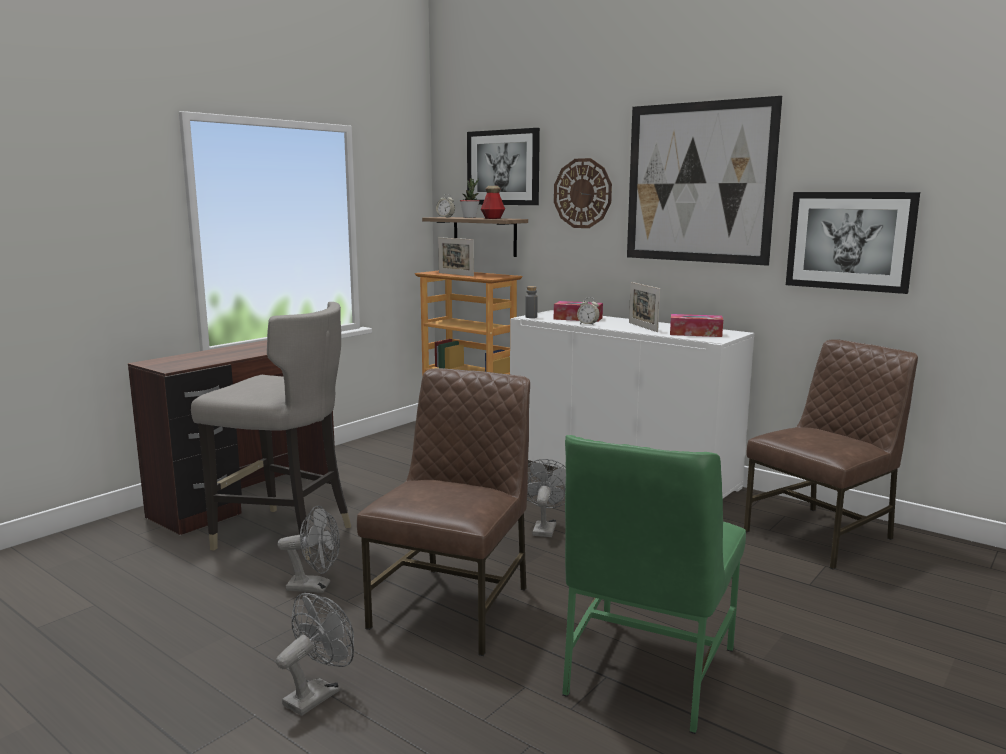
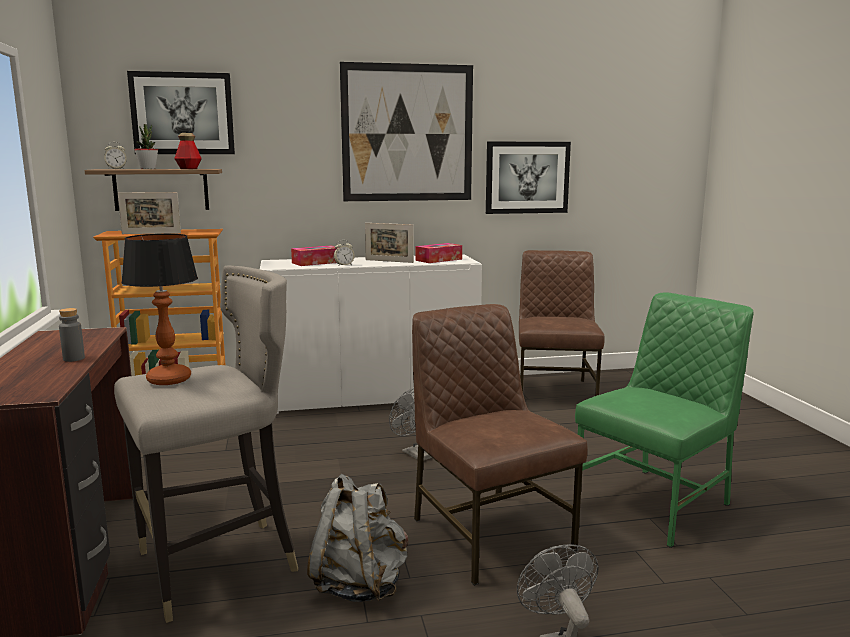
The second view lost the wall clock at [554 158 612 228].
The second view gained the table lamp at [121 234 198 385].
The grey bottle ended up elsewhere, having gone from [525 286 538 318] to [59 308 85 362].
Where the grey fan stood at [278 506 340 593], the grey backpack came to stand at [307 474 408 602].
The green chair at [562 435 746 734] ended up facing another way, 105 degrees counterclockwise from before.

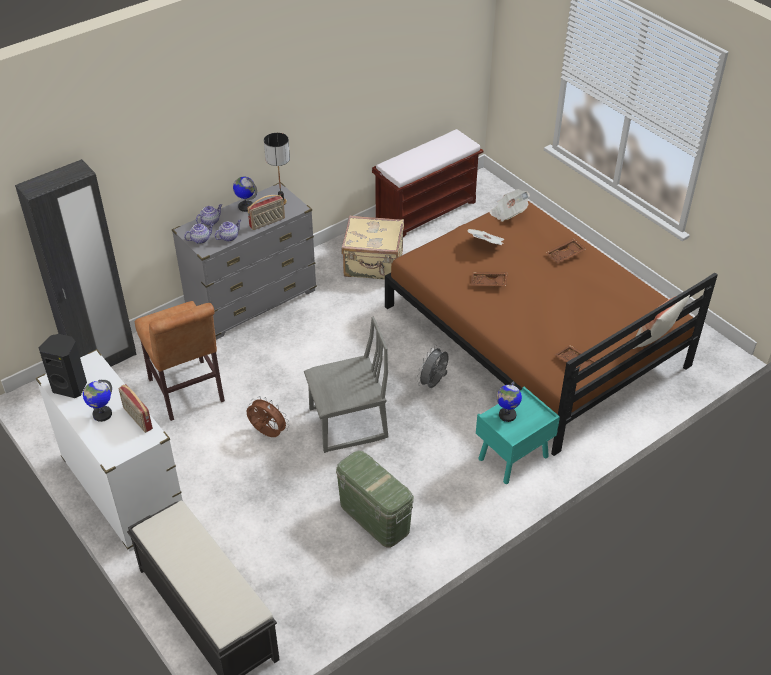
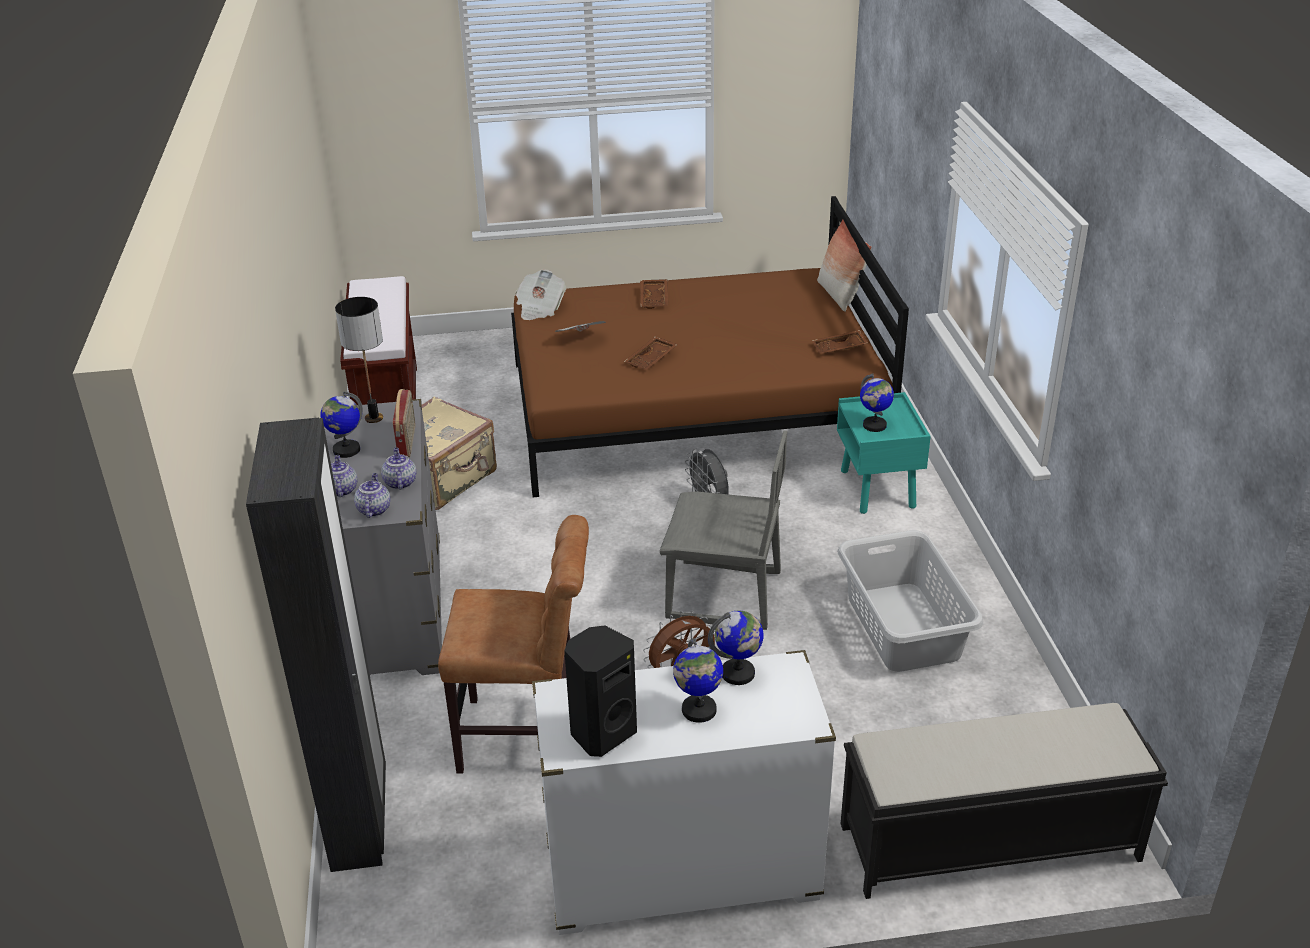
Where the radio stood at [118 384 153 433], the globe came to stand at [708 610 764 685].
Where the green storage box stood at [336 451 414 548], the grey laundry basket came to stand at [837 530 983 672].
The grey chair at [304 316 388 453] ended up facing another way, 90 degrees clockwise from before.

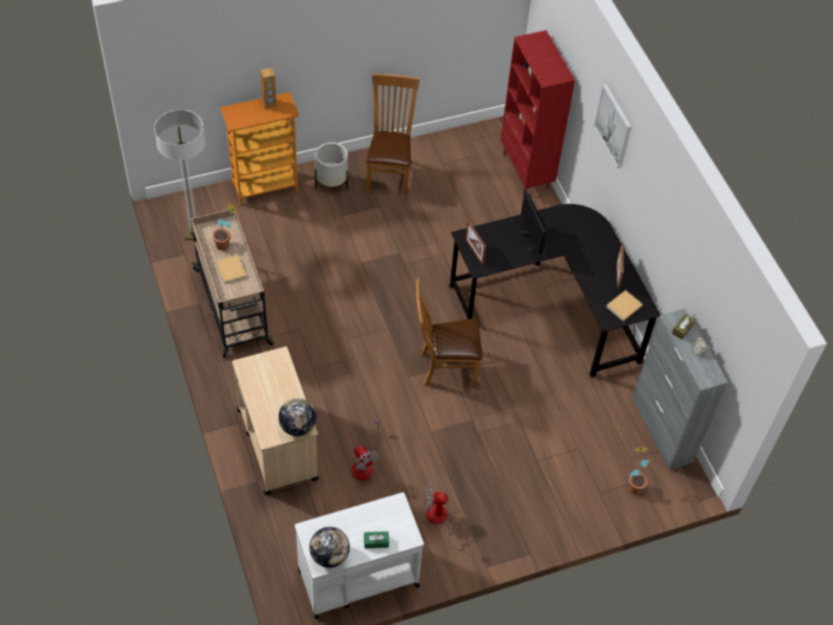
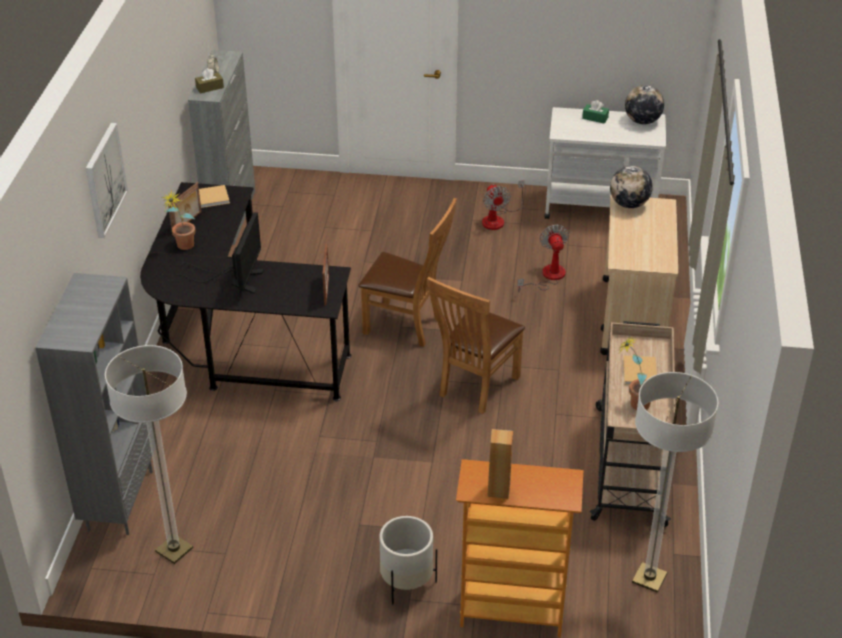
The second view gained the floor lamp at [105 345 193 564].
The brown chair ended up elsewhere, having gone from [366 74 420 195] to [427 277 525 414].
The potted plant ended up elsewhere, having gone from [629 446 650 494] to [162 189 195 250].
What was the red bookcase at [501 30 575 195] turned into the grey bookcase at [35 273 153 535].
The fan at [425 484 469 551] ended up facing another way, 45 degrees clockwise from before.

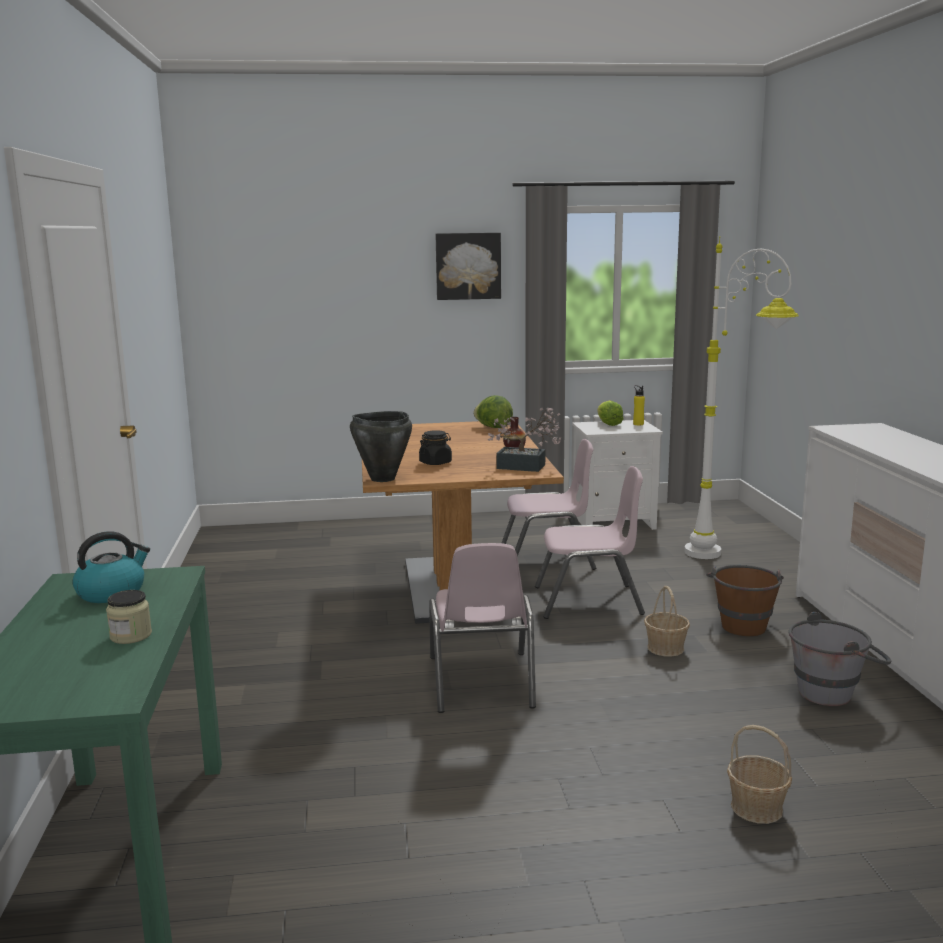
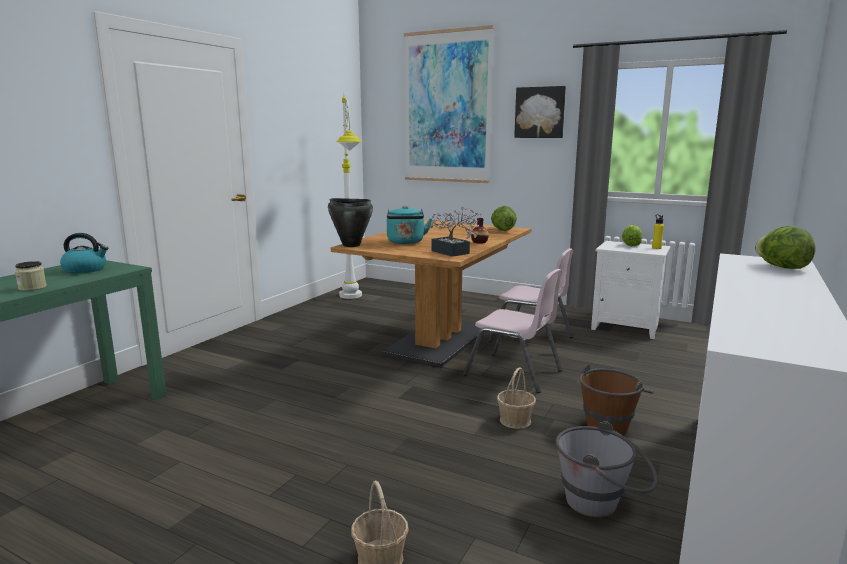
The second view lost the pink chair at [429 543 536 713].
The second view gained the picture at [404 25 494 183].
The second view gained the lettuce at [755 226 816 269].
The white floor lamp ended up elsewhere, having gone from [684 236 799 559] to [336 97 362 299].
Where the black jar stood at [419 430 452 465], the turquoise kettle came to stand at [387 206 432 244].

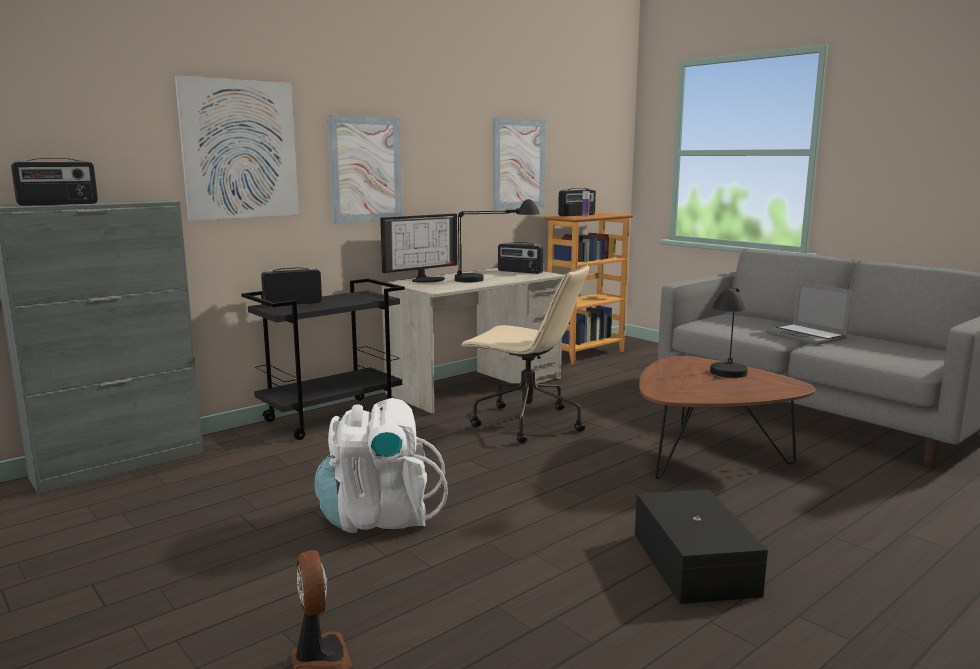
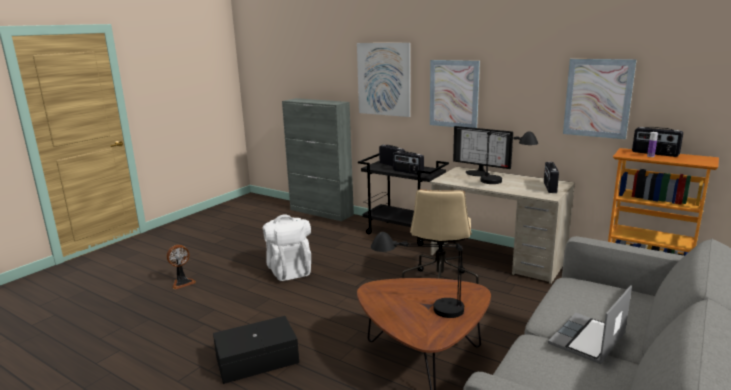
The radio ended up elsewhere, having gone from [11 158 98 206] to [393 151 424 175].

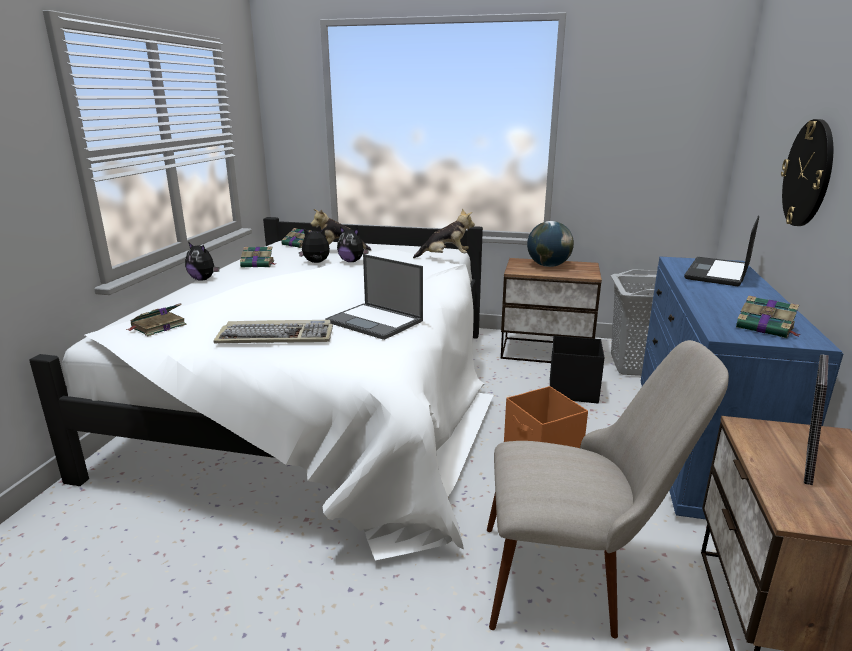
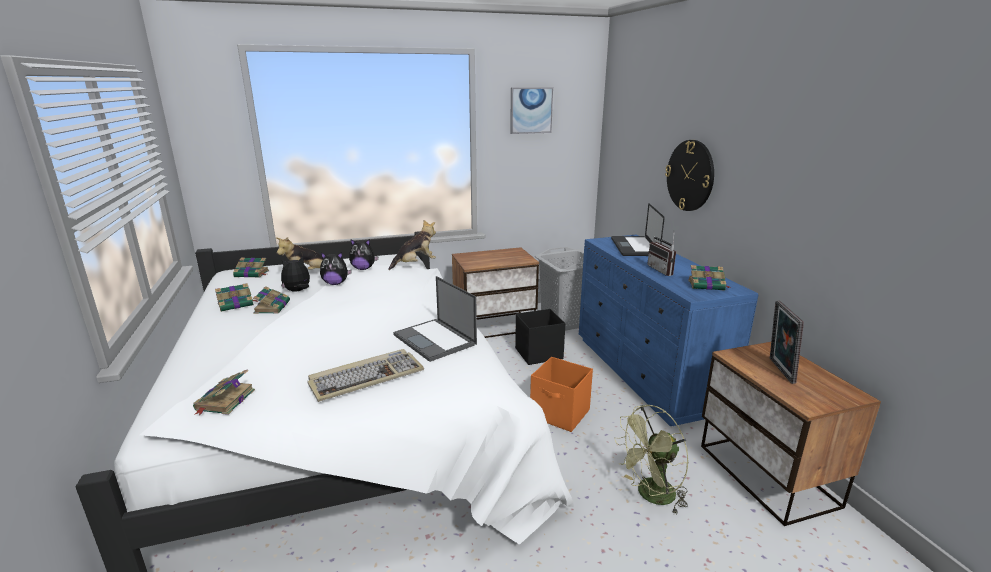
The second view lost the globe at [527 221 574 267].
The second view gained the book at [253 286 290 314].
The second view gained the picture at [510 87 553 134].
The second view gained the radio at [647 234 676 276].
The plush toy ended up elsewhere, having gone from [185 243 219 281] to [349 240 378 270].
Where the beige chair stood at [487 340 729 638], the green fan came to stand at [614 405 689 515].
The laptop at [325 254 423 340] ended up facing another way, 45 degrees clockwise from before.

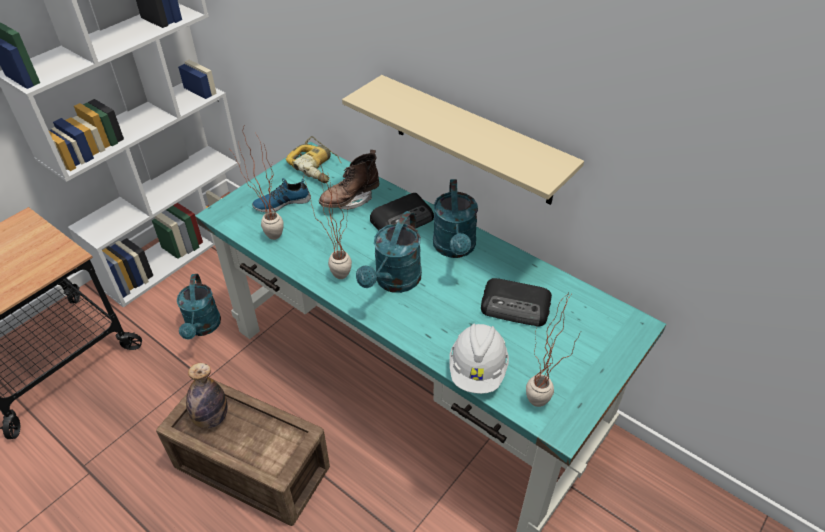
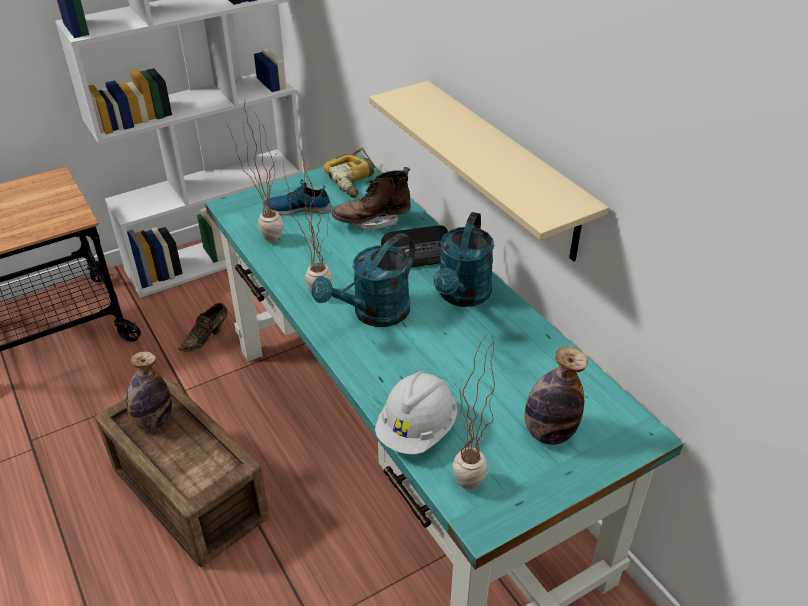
The second view lost the radio at [481 278 552 327].
The second view gained the bottle at [525 347 588 445].
Where the turquoise watering can stood at [177 274 221 340], the brown shoe came to stand at [178 303 228 352].

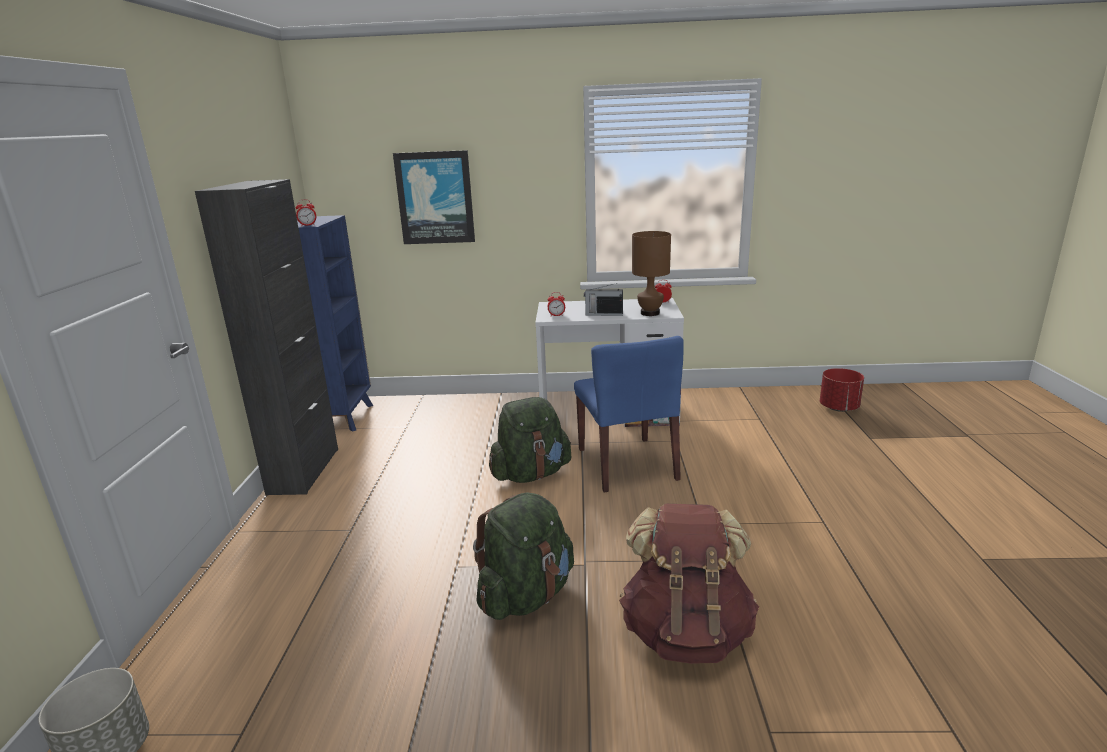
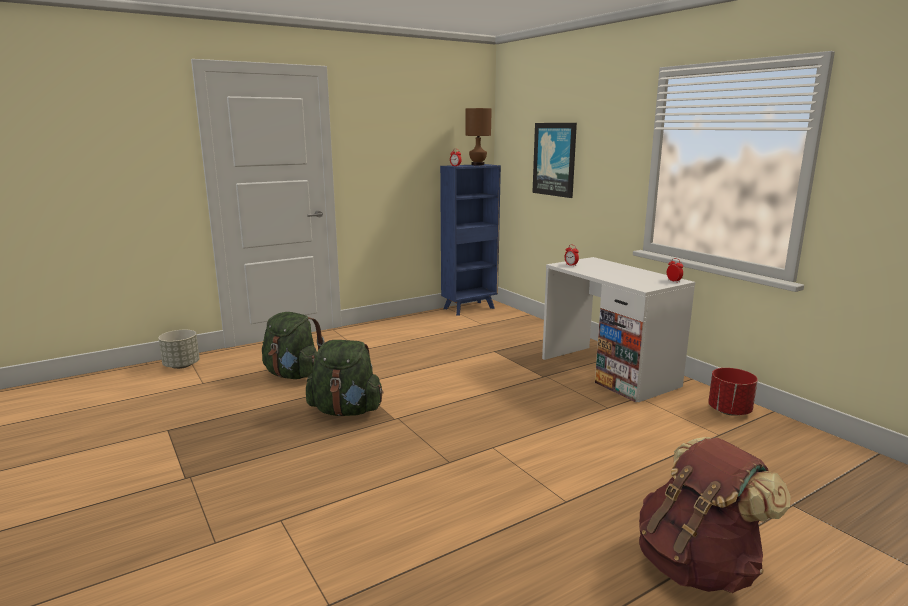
The second view lost the black cabinet at [195 179 338 495].
The second view lost the blue chair at [574 336 684 493].
The second view lost the radio at [584 283 623 316].
The green backpack ended up elsewhere, having gone from [489 397 571 483] to [262 312 324 379].
The brown backpack ended up elsewhere, having gone from [619 504 759 664] to [639 437 791 593].
The brown table lamp ended up elsewhere, having gone from [632 231 671 316] to [466 108 492 165].
The red planter ended up elsewhere, having gone from [820 368 864 412] to [708 368 758 416].

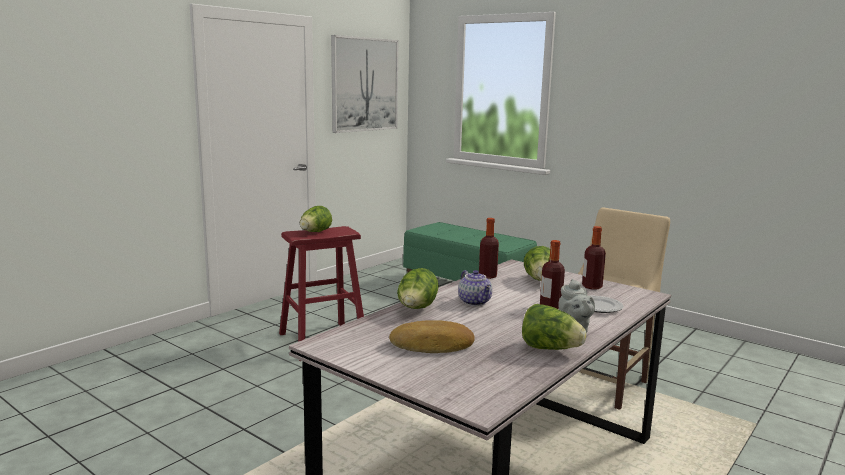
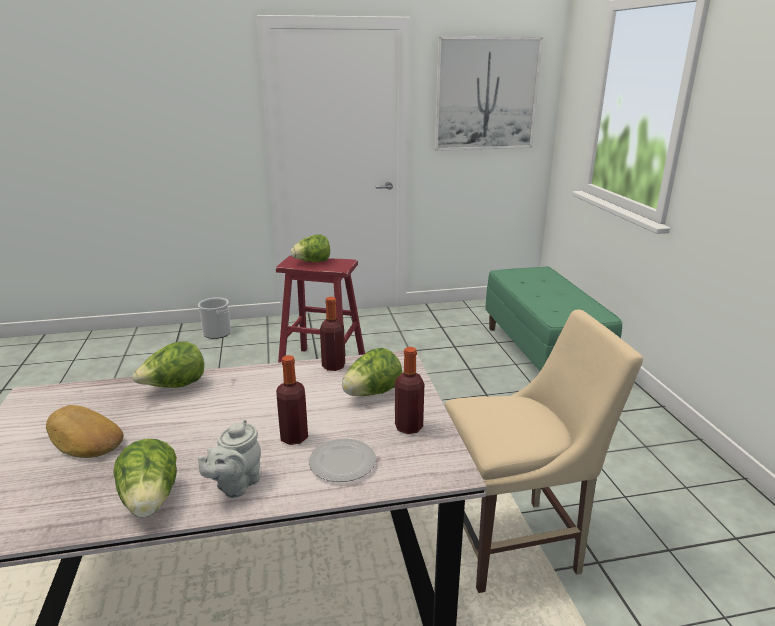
The second view lost the teapot at [458 270 492 306].
The second view gained the bucket at [198 297 231 339].

